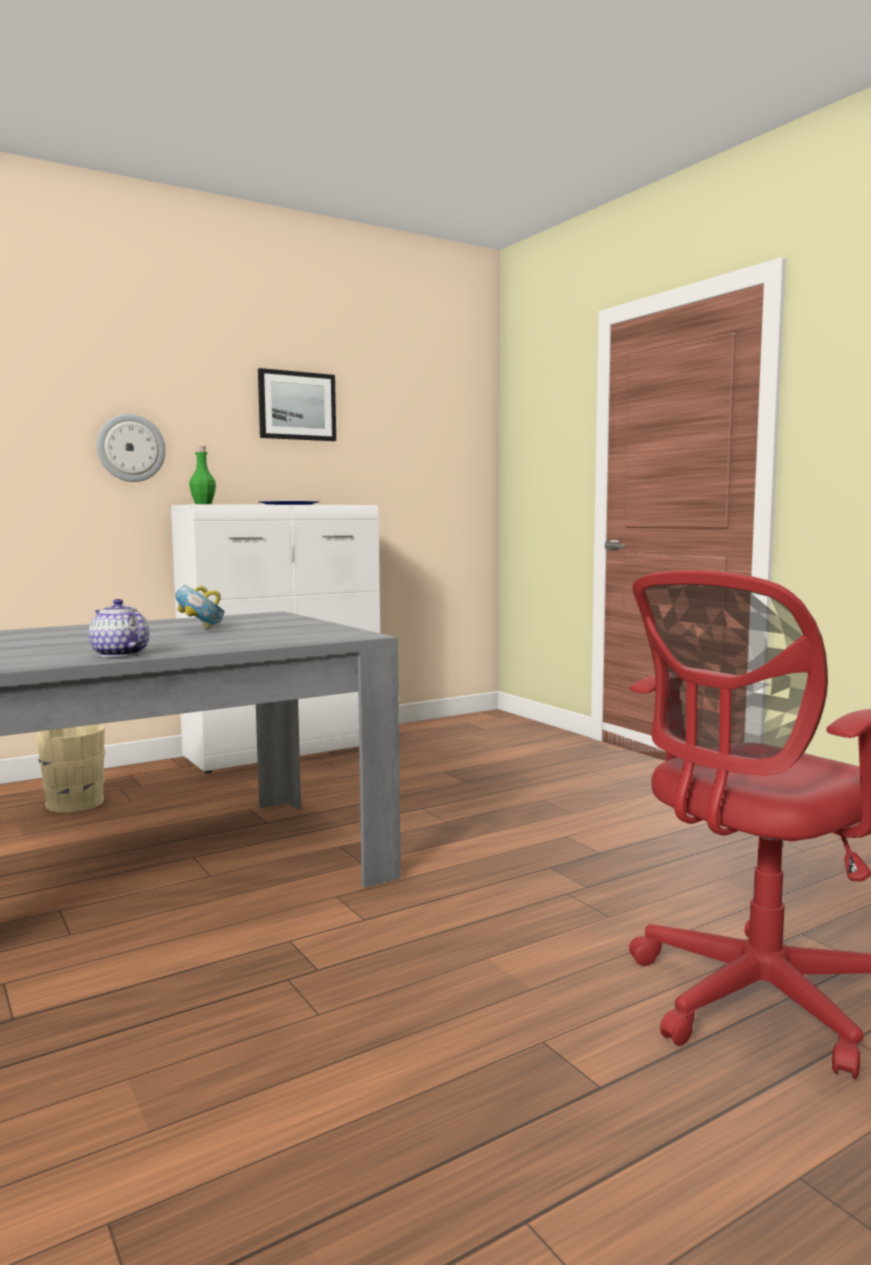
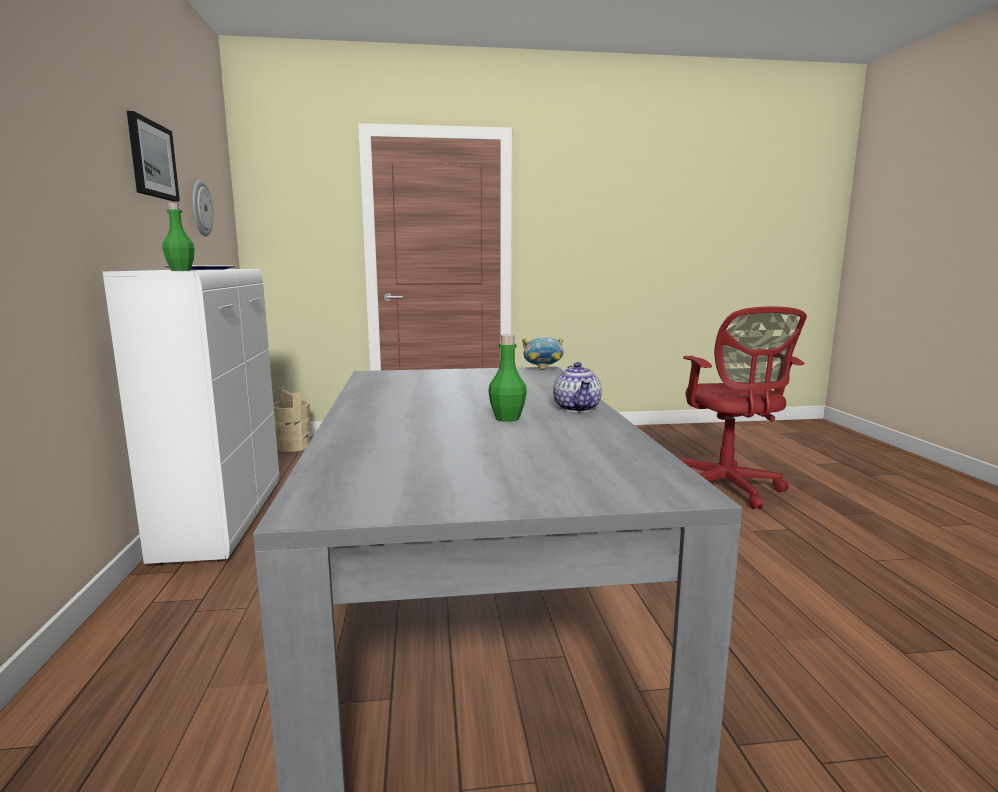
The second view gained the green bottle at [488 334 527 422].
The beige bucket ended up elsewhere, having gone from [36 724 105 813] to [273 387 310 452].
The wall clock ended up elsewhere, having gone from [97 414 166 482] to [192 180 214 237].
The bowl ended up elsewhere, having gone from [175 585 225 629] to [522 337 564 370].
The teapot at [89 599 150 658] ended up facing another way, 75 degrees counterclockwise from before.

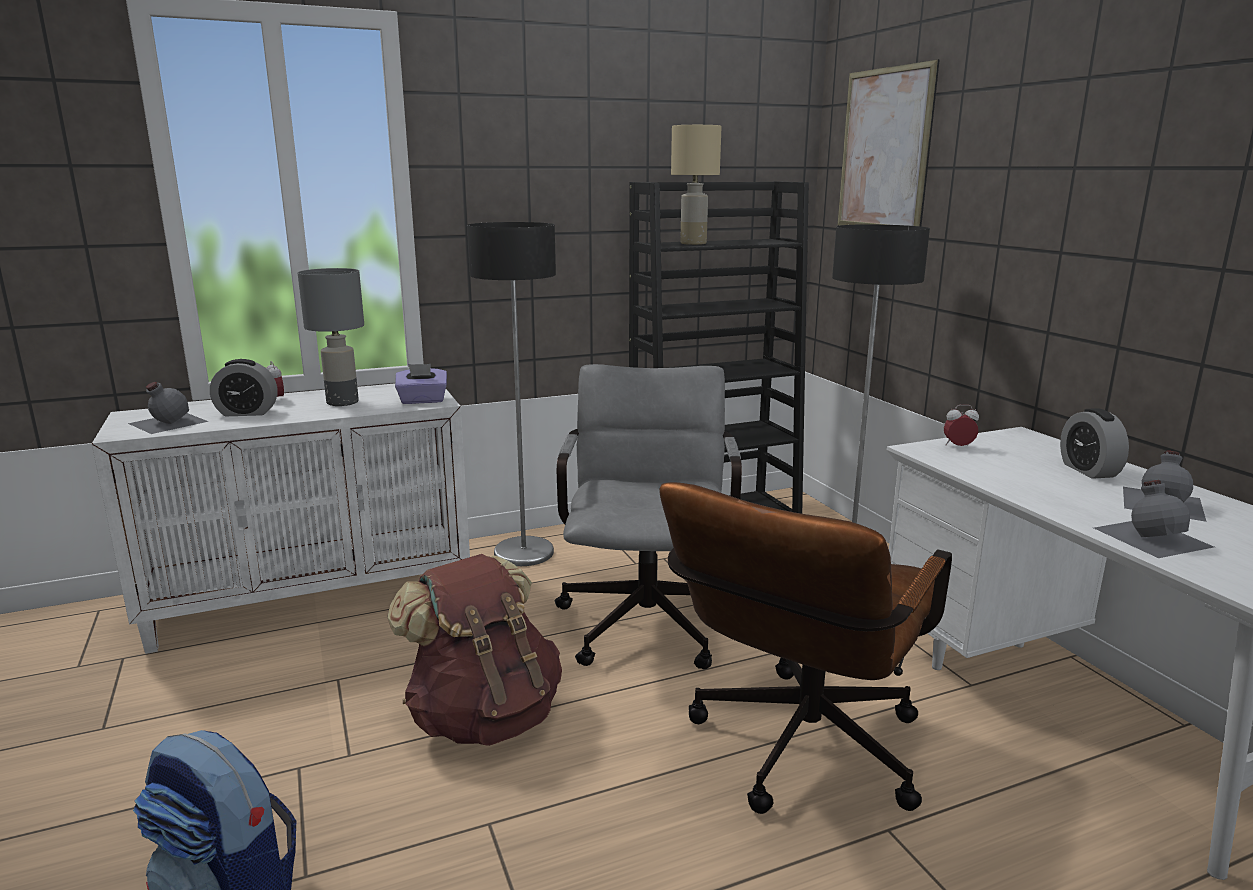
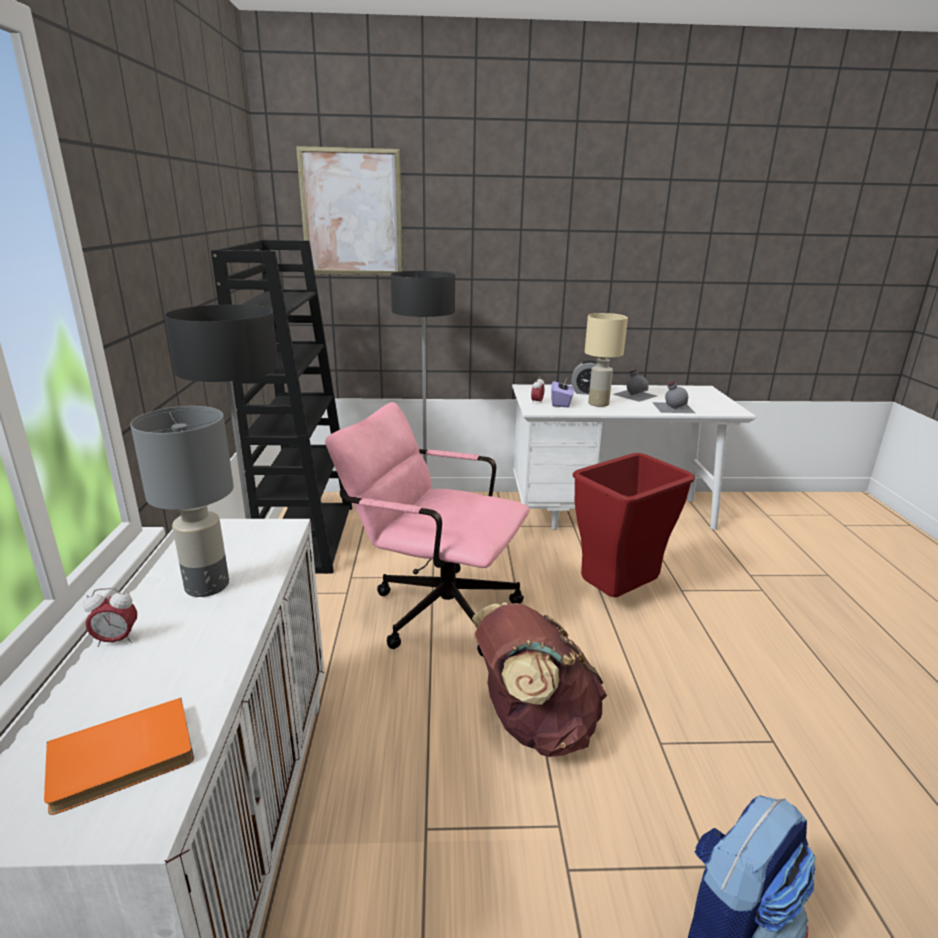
The second view lost the alarm clock at [210 359 277 416].
The purple tissue box ended up elsewhere, having gone from [395 364 447 404] to [551 378 574 407].
The beige table lamp ended up elsewhere, having gone from [671 125 722 245] to [585 313 628 407].
Where the grey bottle stood at [128 382 209 434], the orange book came to stand at [44 698 194 815].
Where the brown office chair stood at [659 482 952 814], the red trash can came to stand at [573 453 695 597].
What was the grey office chair at [555 364 742 669] turned into the pink office chair at [325 402 530 657].

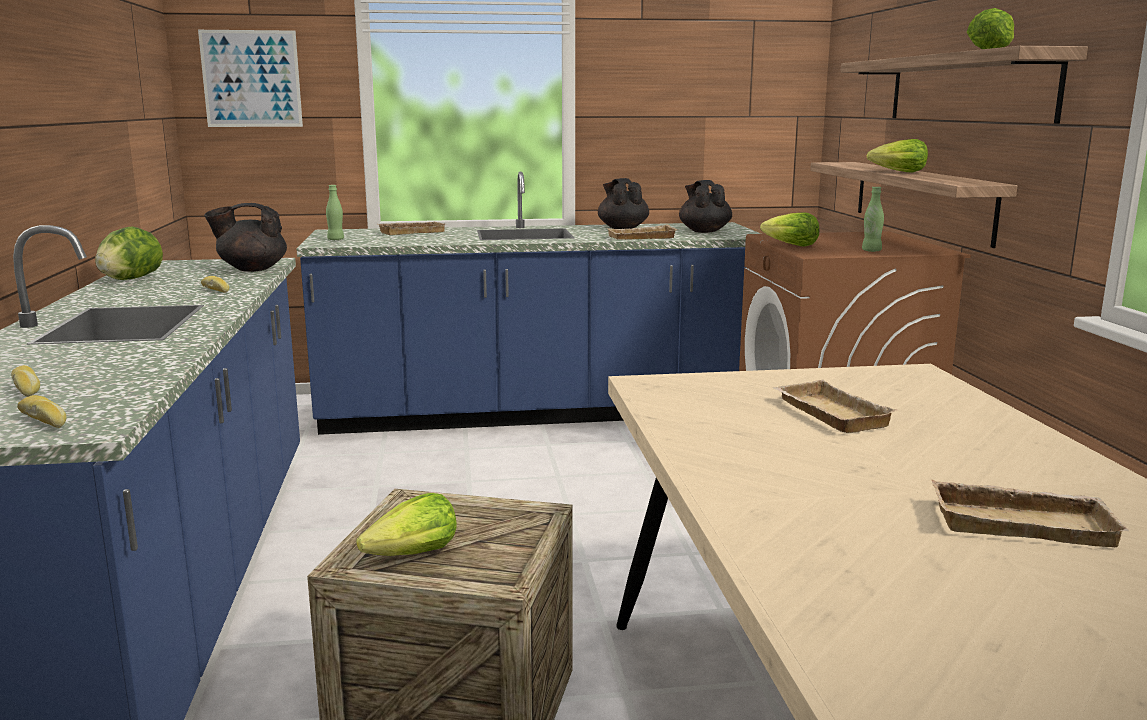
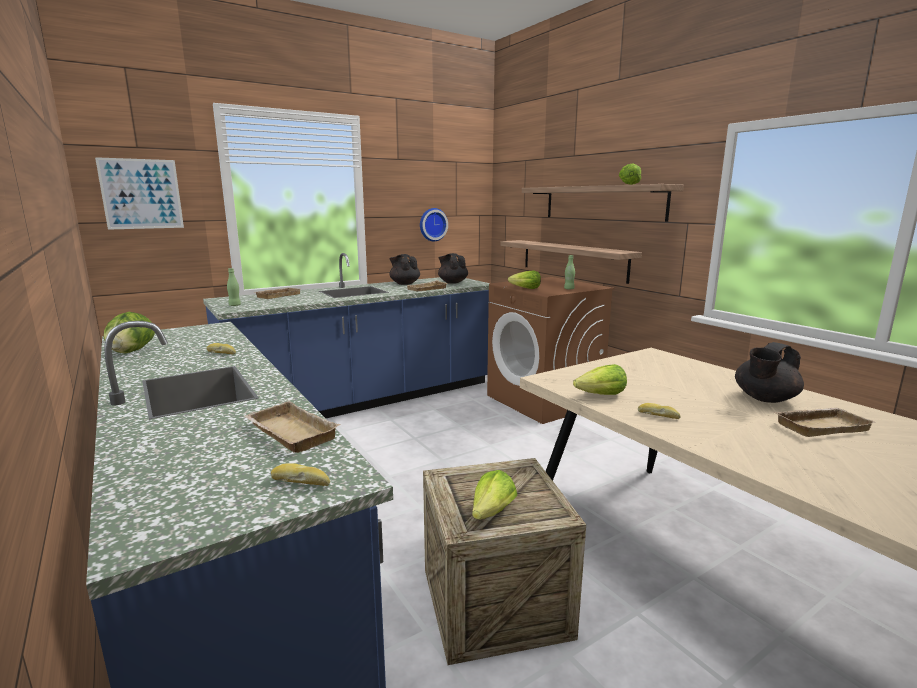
The second view gained the wall clock at [420 208 448 241].
The bread ended up elsewhere, having gone from [11 365 40 397] to [638 403 681 419].
The black teapot ended up elsewhere, having gone from [204 203 287 272] to [735 342 804 403].
The beige tray ended up elsewhere, having gone from [773 380 898 433] to [243 401 340 453].
The lettuce ended up elsewhere, having gone from [867 139 928 172] to [573 364 627 395].

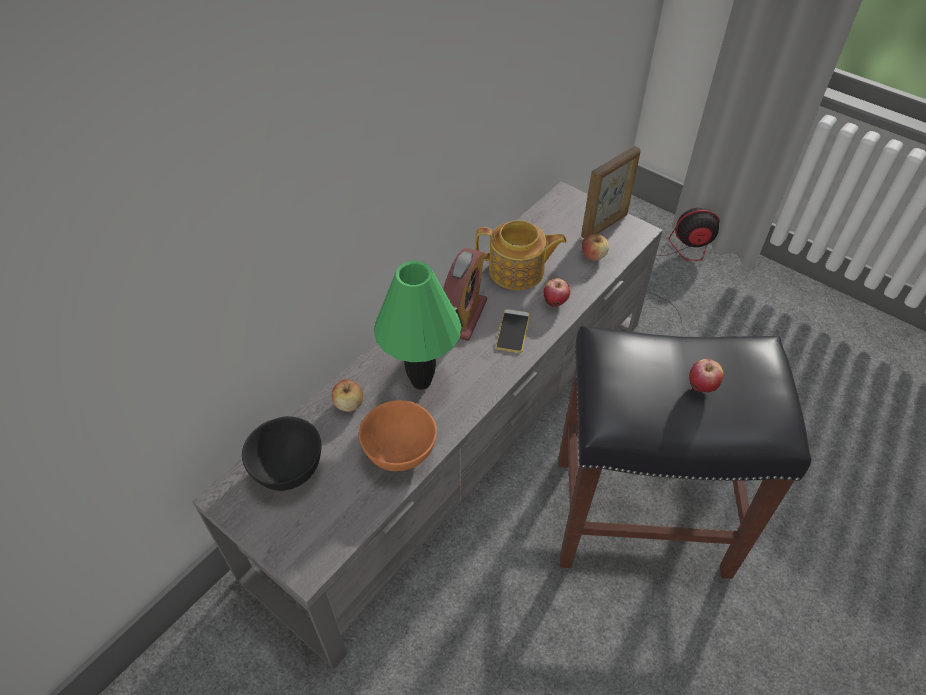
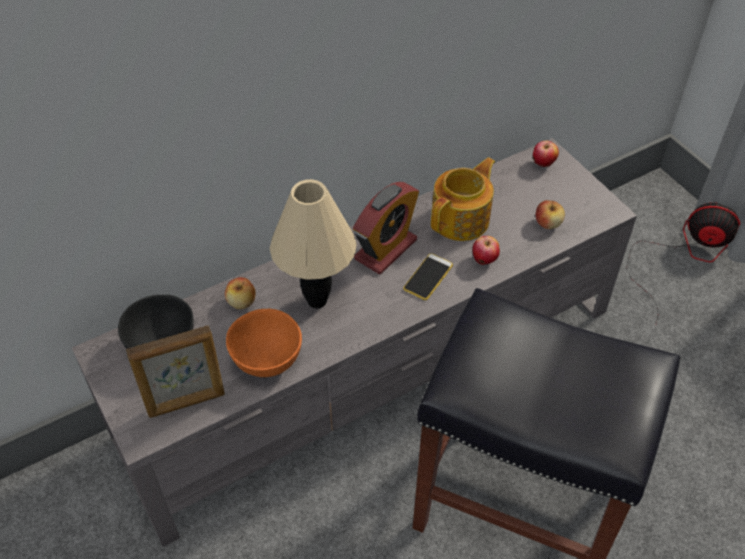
The picture frame ended up elsewhere, having gone from [581 146 641 238] to [126 325 225 418].
The apple ended up elsewhere, having gone from [689 359 724 393] to [533 141 559 167].
What was the green table lamp at [374 261 462 390] turned into the beige table lamp at [270 179 357 309].
The teapot at [475 220 567 290] ended up facing another way, 75 degrees counterclockwise from before.

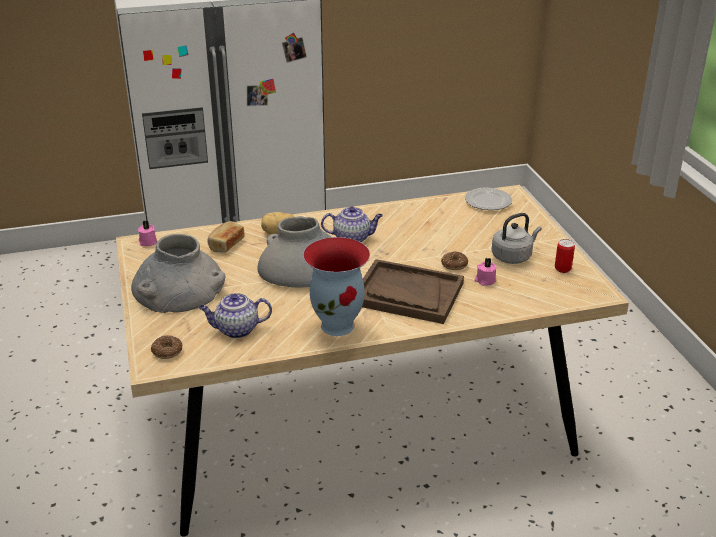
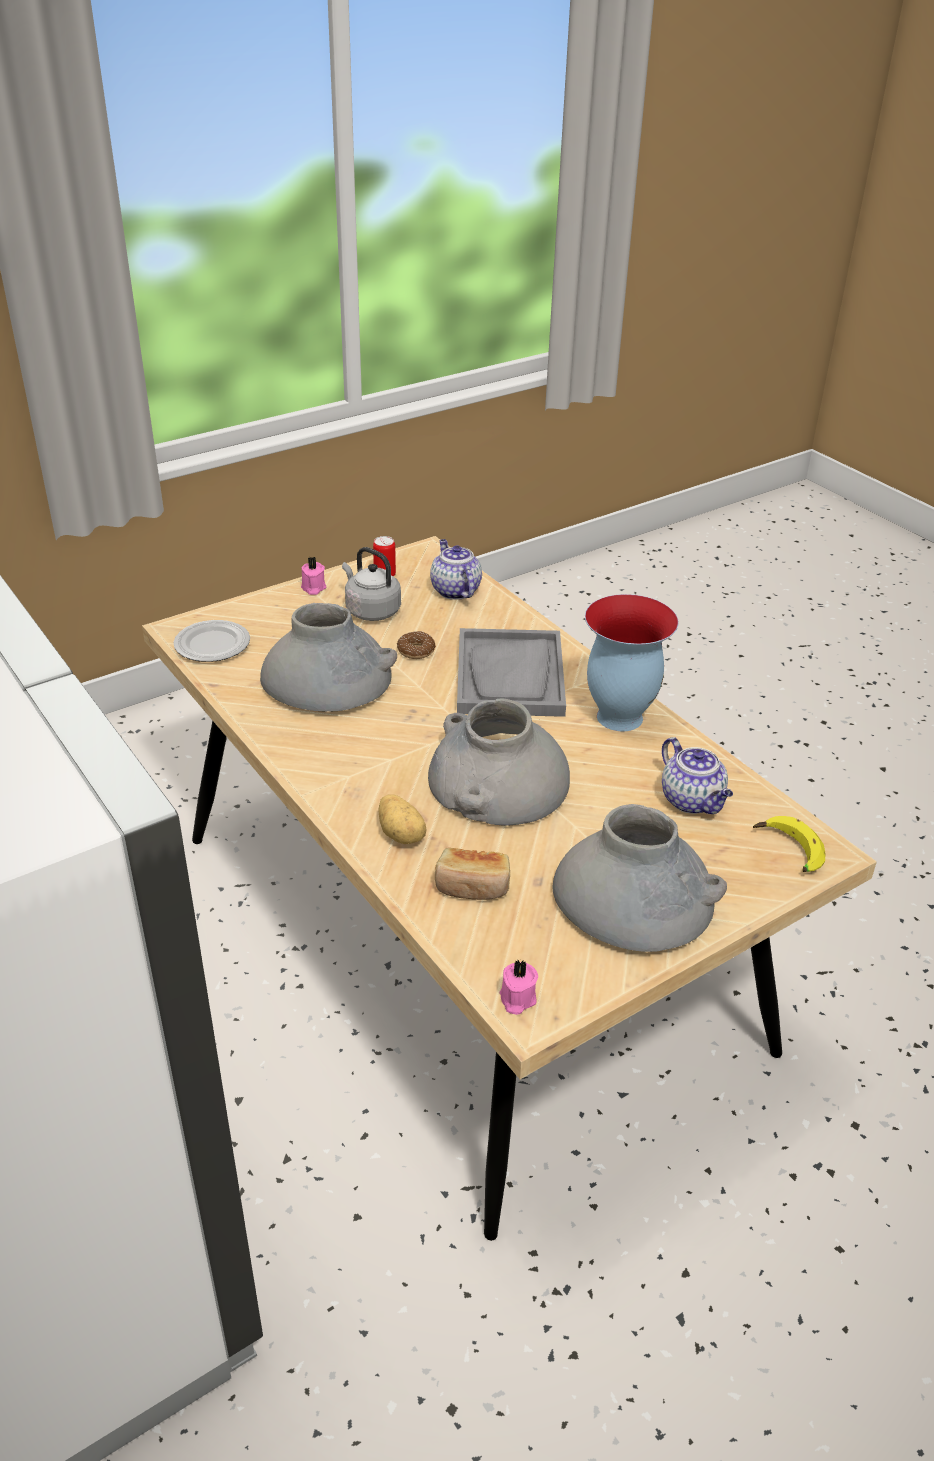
The second view gained the grey vase at [260 603 397 712].
The teapot ended up elsewhere, having gone from [321 206 383 242] to [430 539 482 600].
The pink candle ended up elsewhere, having gone from [475 258 497 286] to [301 557 327 595].
Where the donut stood at [151 335 182 359], the banana came to stand at [753 816 825 872].
What was the brown tray at [362 259 464 324] turned into the grey tray at [457 628 566 717].

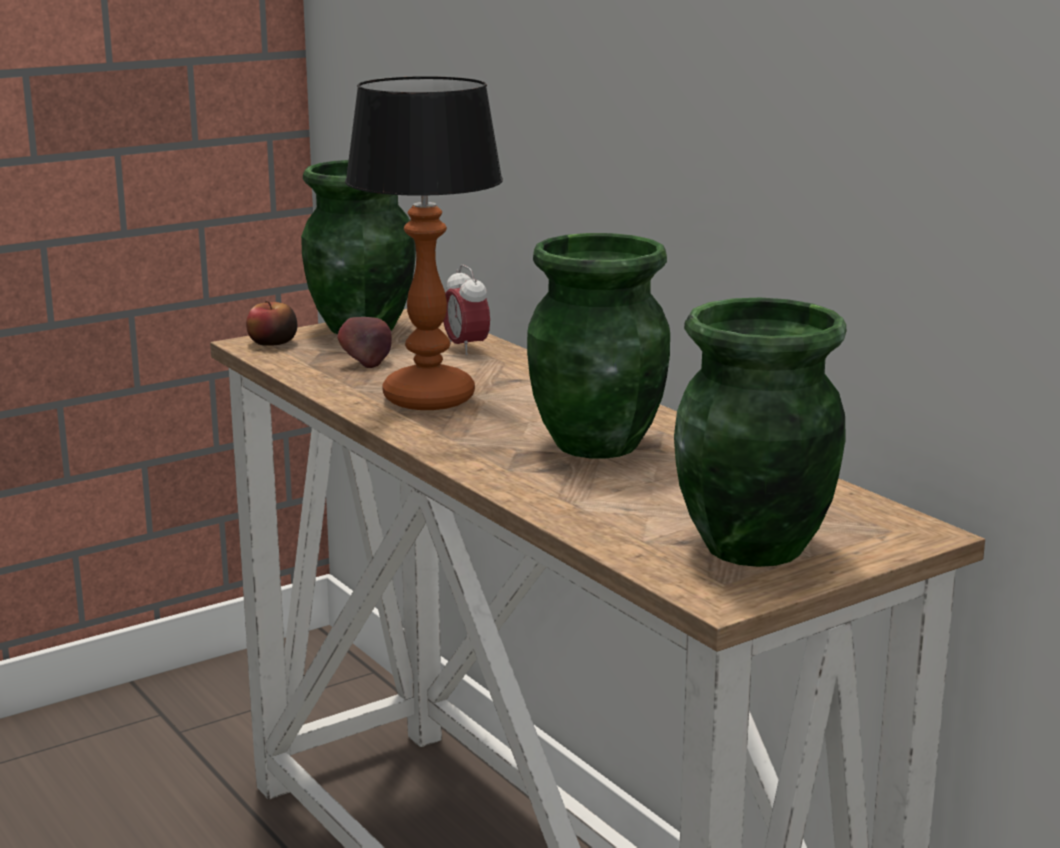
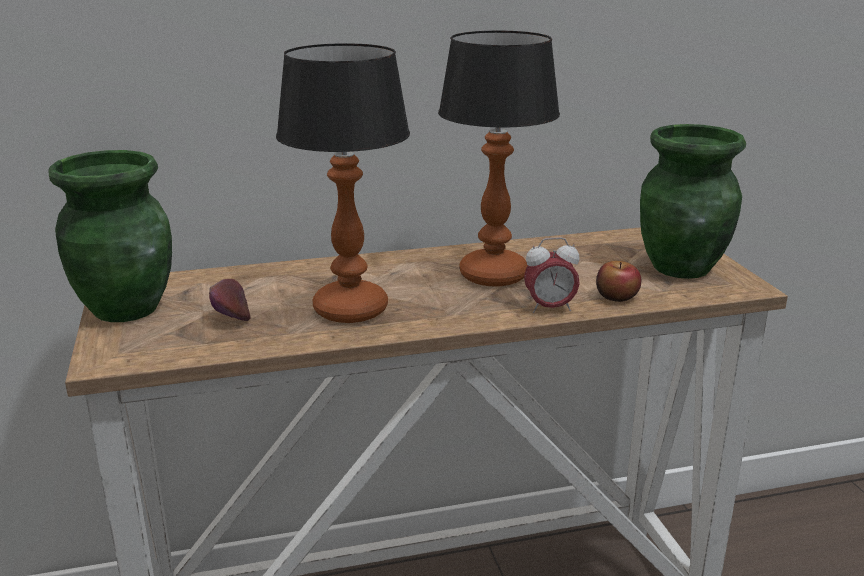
The apple ended up elsewhere, having gone from [246 301 297 346] to [596 261 641 302].
The alarm clock ended up elsewhere, having gone from [443 265 490 355] to [524 237 580 313].
Where the green vase stood at [527 233 670 459], the table lamp came to stand at [438 30 560 286].

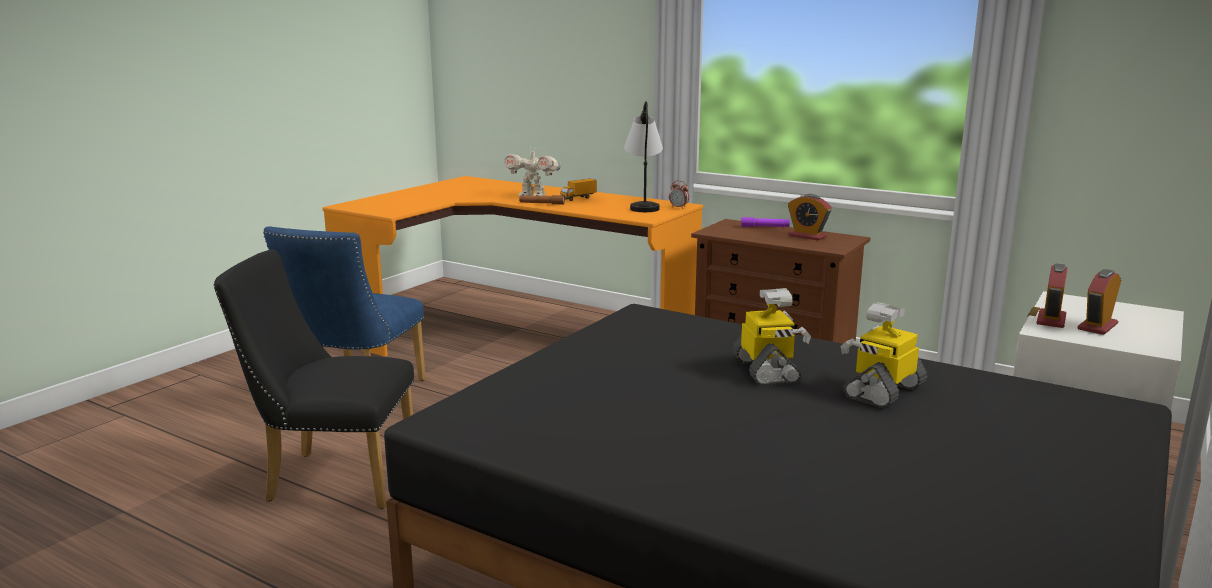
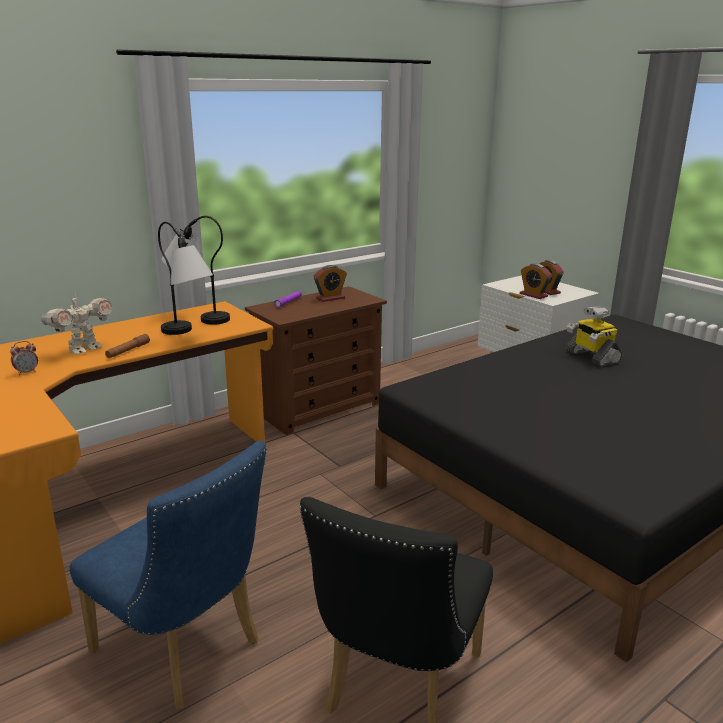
The second view lost the toy truck at [560 179 597 201].
The second view lost the toy robot at [733 288 811 386].
The second view gained the table lamp at [158 222 213 335].
The alarm clock ended up elsewhere, having gone from [669 180 689 209] to [10 341 38 375].

